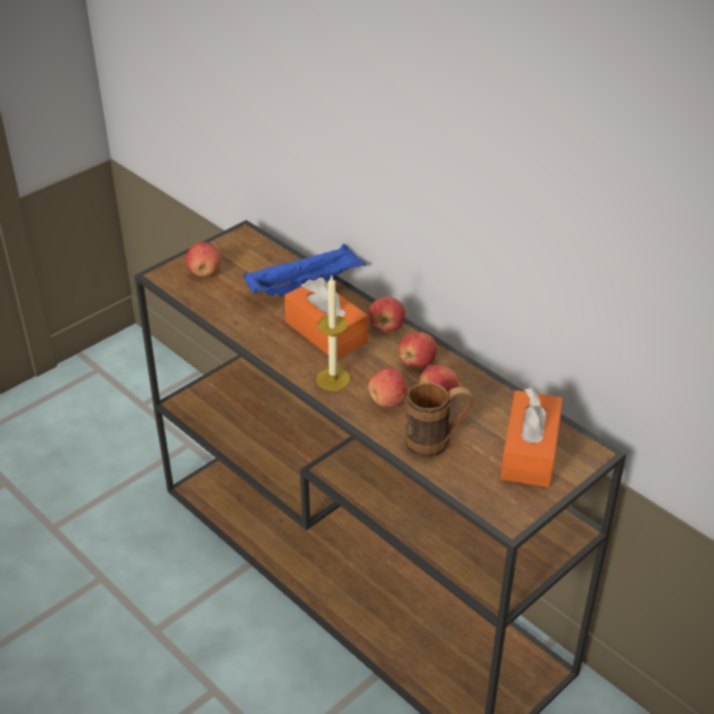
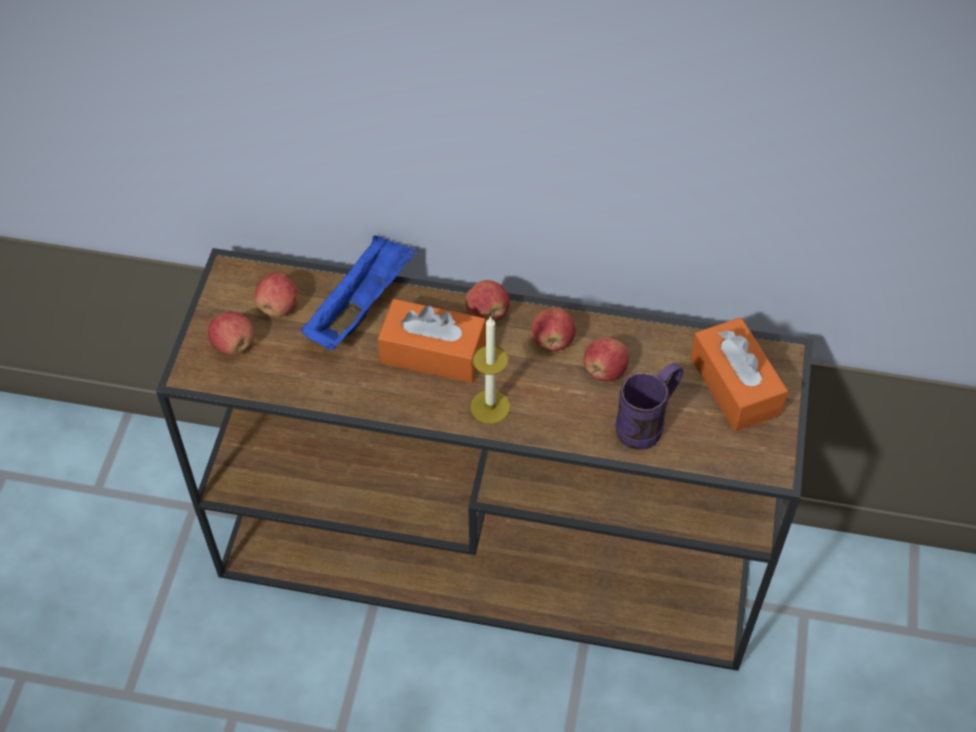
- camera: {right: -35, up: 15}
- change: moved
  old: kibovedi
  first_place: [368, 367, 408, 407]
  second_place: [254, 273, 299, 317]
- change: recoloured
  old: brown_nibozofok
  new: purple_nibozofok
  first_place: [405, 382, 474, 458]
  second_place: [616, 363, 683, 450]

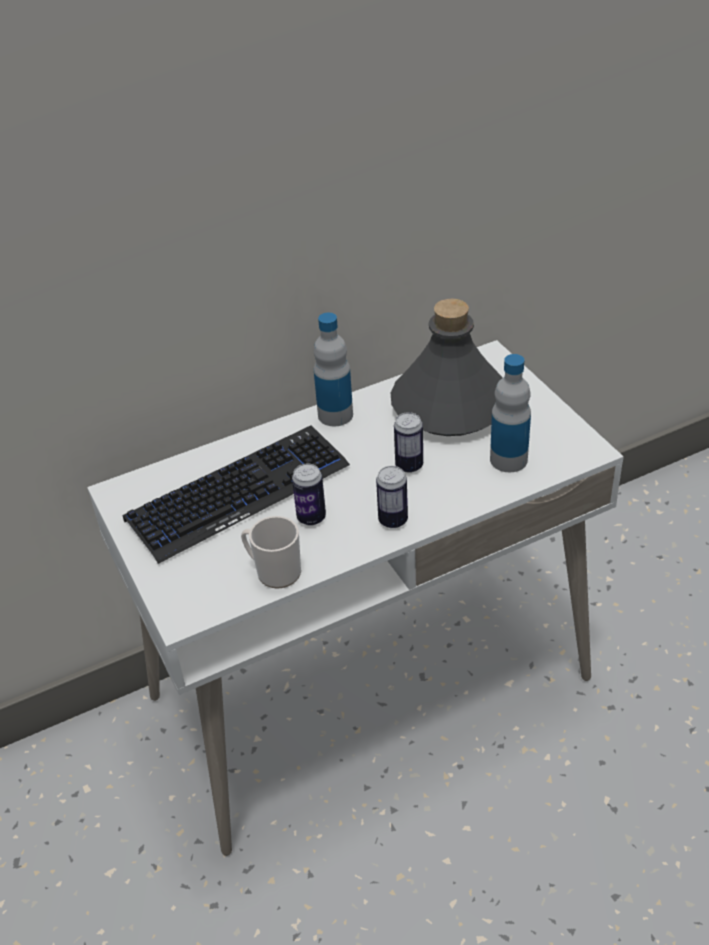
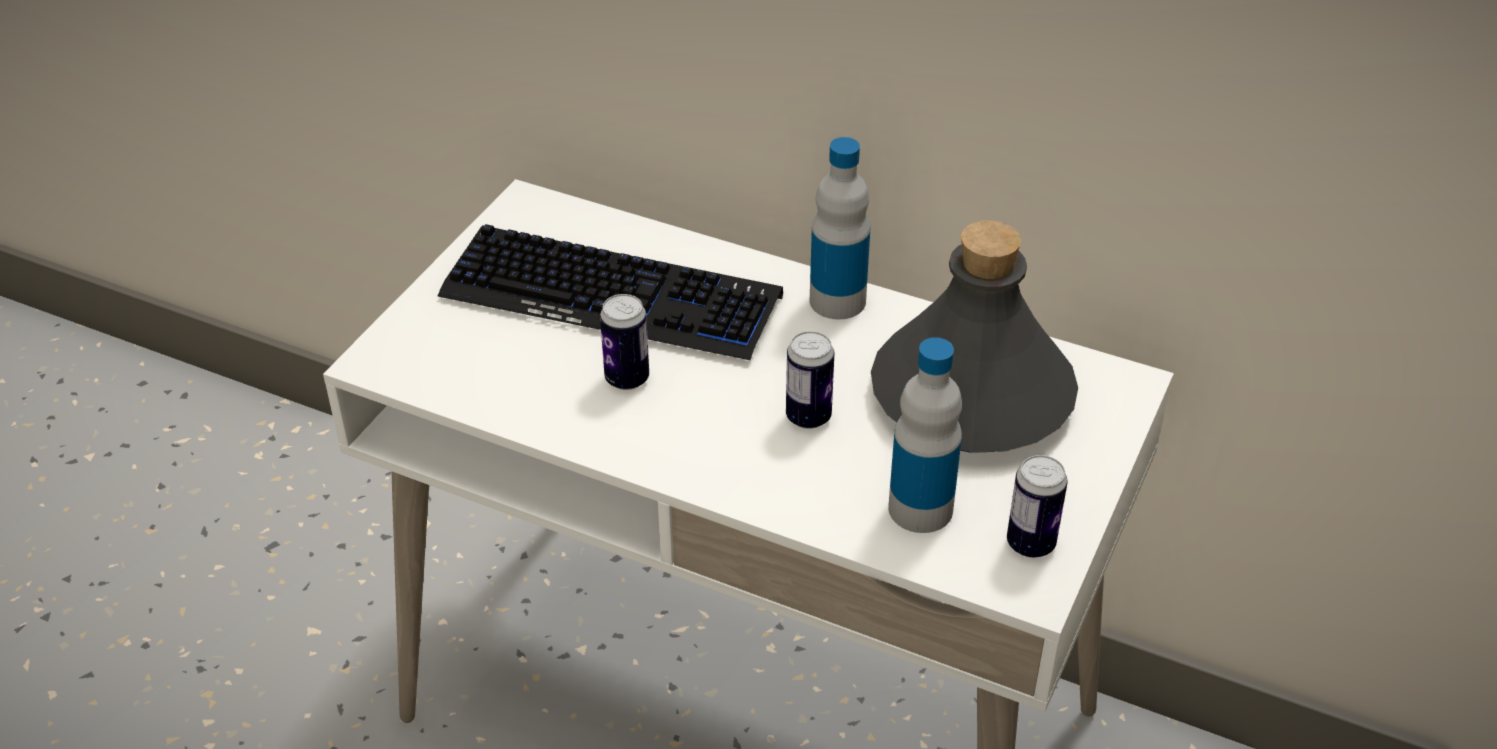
- camera: {right: 50, up: 0}
- change: removed
  old: nibozofok
  first_place: [241, 516, 301, 589]
- change: moved
  old: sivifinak
  first_place: [376, 466, 408, 528]
  second_place: [1007, 455, 1068, 558]

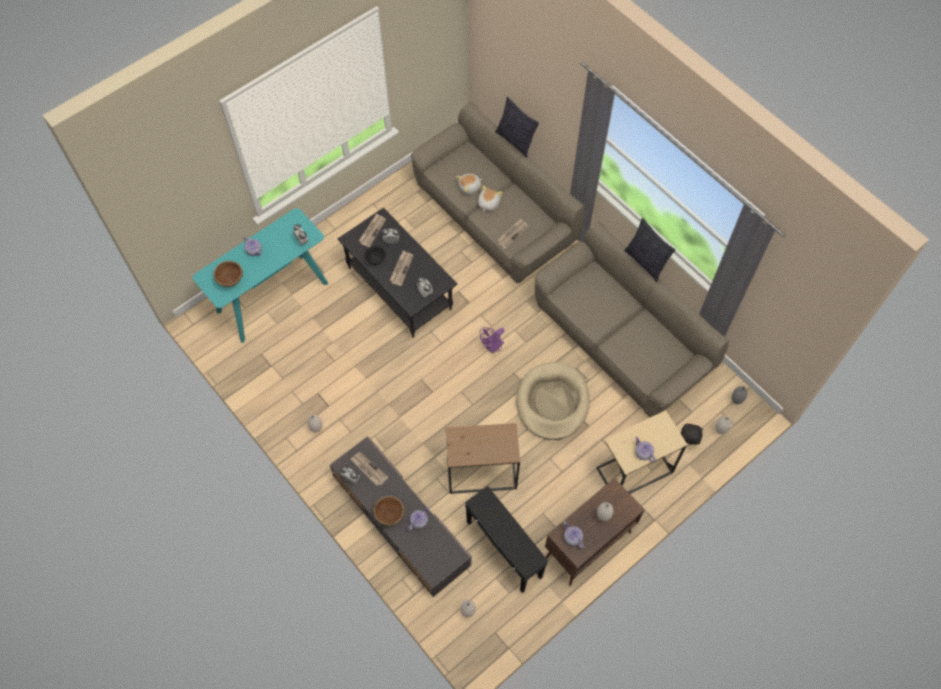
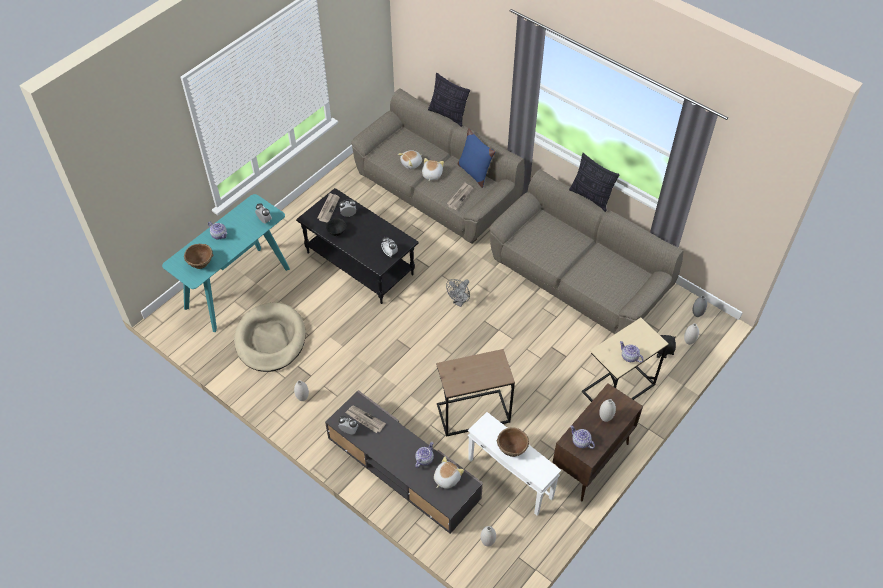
- camera: {right: -10, up: -10}
- change: removed
  old: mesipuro
  first_place: [390, 251, 413, 286]
- change: added
  new: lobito
  second_place: [434, 457, 464, 489]
- change: added
  new: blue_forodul
  second_place: [457, 128, 495, 188]
- change: moved
  old: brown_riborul
  first_place: [373, 496, 405, 526]
  second_place: [497, 427, 529, 457]
- change: moved
  old: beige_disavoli
  first_place: [516, 362, 590, 440]
  second_place: [234, 303, 306, 372]
- change: recoloured
  old: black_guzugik
  new: white_guzugik
  first_place: [465, 486, 549, 593]
  second_place: [468, 412, 561, 516]
- change: recoloured
  old: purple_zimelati
  new: grey_zimelati
  first_place: [480, 327, 505, 354]
  second_place: [446, 279, 470, 307]

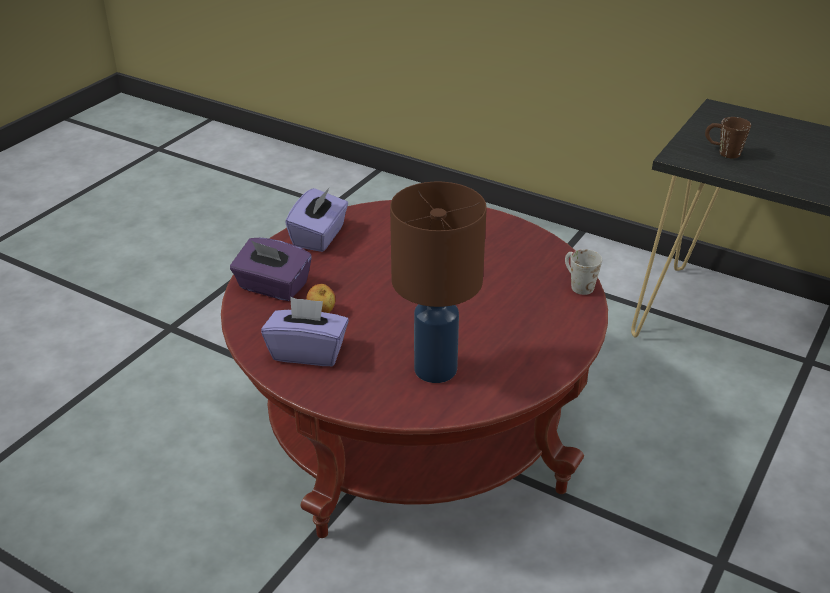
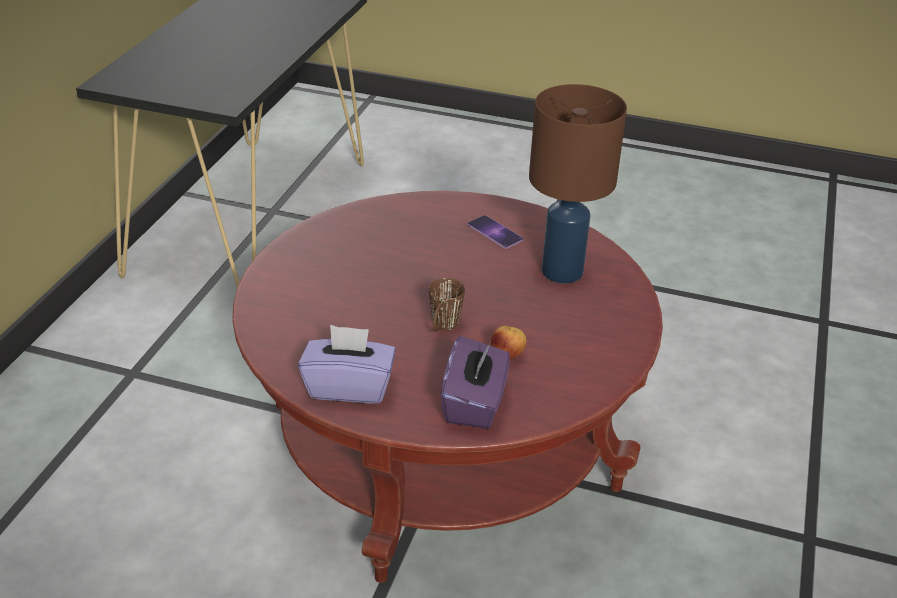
- camera: {right: -105, up: 0}
- change: removed
  old: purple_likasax
  first_place: [261, 297, 349, 366]
- change: removed
  old: white_nibozofok
  first_place: [565, 249, 602, 295]
- change: added
  new: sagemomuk
  second_place: [467, 215, 524, 249]
- change: moved
  old: brown_nibozofok
  first_place: [705, 117, 751, 158]
  second_place: [429, 278, 465, 332]

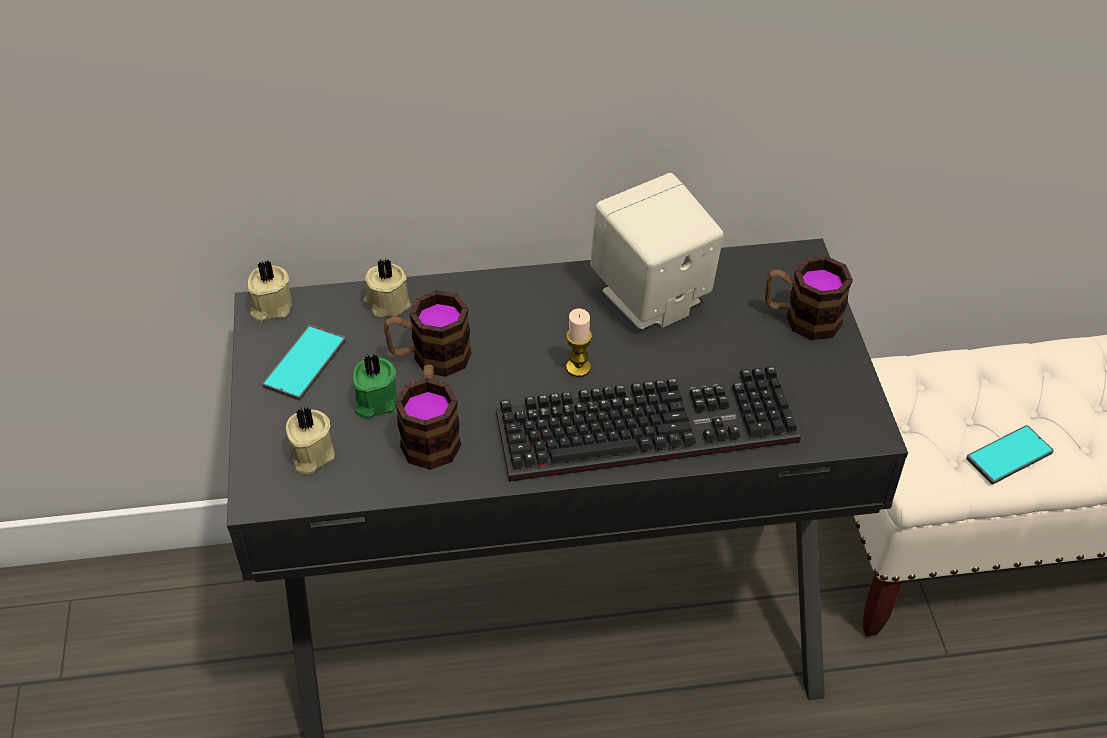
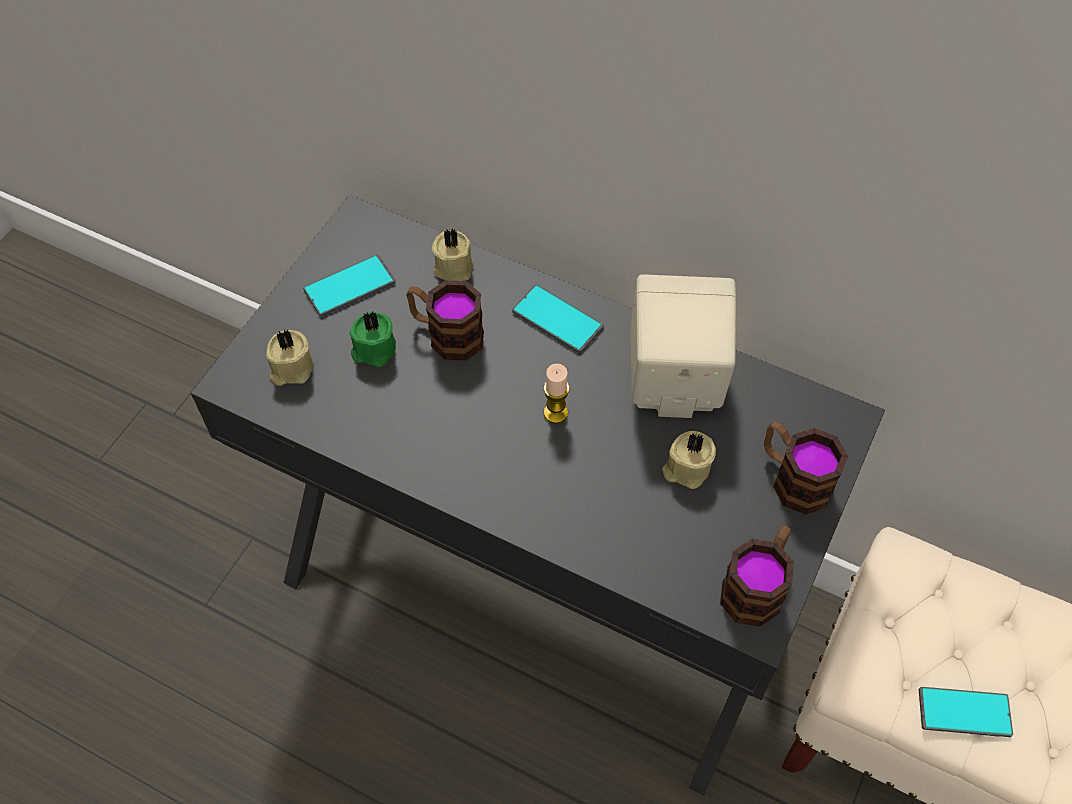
- camera: {right: 35, up: 10}
- change: removed
  old: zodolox
  first_place: [496, 366, 801, 482]
- change: added
  new: sagemomuk
  second_place: [512, 284, 604, 354]
- change: moved
  old: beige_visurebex
  first_place: [247, 260, 292, 322]
  second_place: [662, 431, 716, 489]
- change: moved
  old: nibozofok
  first_place: [395, 365, 461, 470]
  second_place: [720, 525, 794, 627]

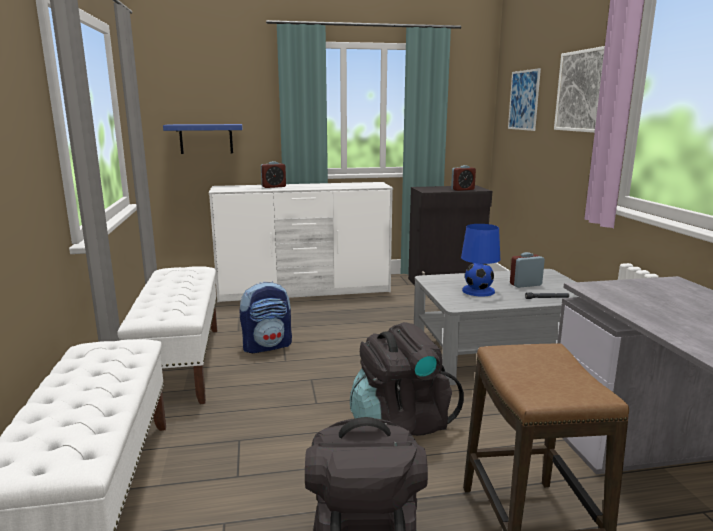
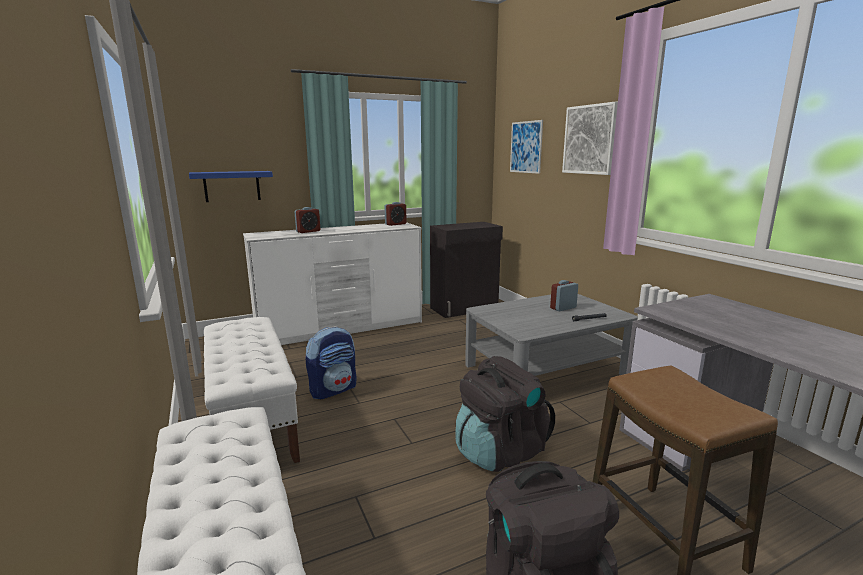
- camera: {right: -15, up: 0}
- change: removed
  old: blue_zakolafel
  first_place: [461, 224, 500, 296]
- change: moved
  old: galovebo
  first_place: [451, 165, 476, 191]
  second_place: [385, 202, 407, 226]

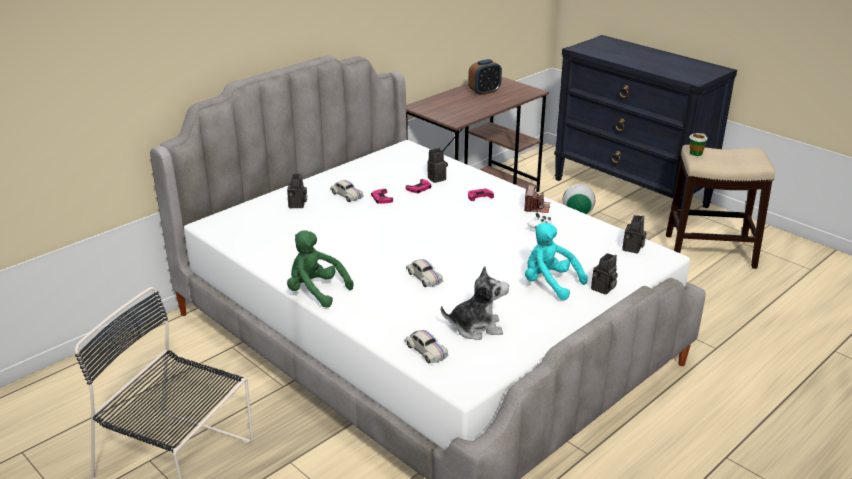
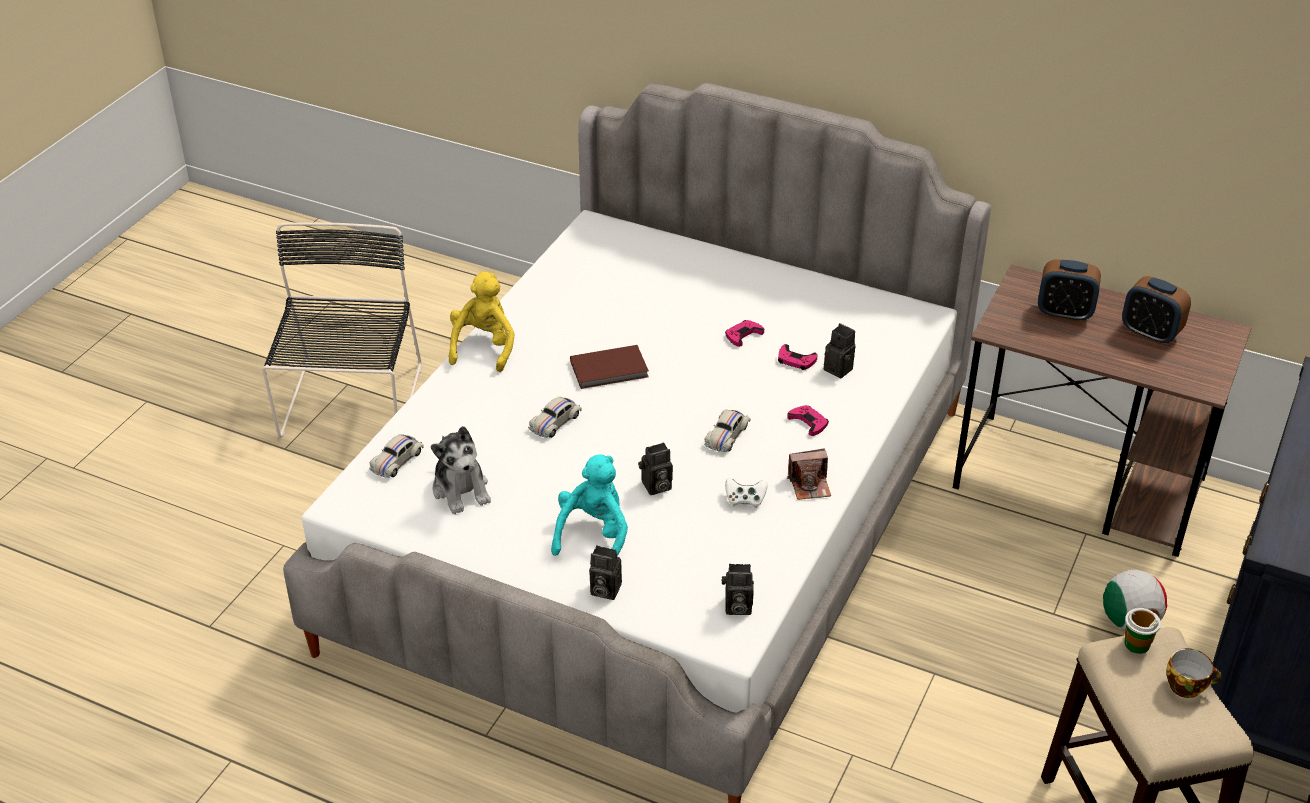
- camera: {right: 70, up: 10}
- change: added
  new: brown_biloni
  second_place: [570, 345, 649, 389]
- change: added
  new: galovebo
  second_place: [1038, 259, 1101, 322]
- change: added
  new: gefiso
  second_place: [1166, 648, 1222, 698]
- change: moved
  old: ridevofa
  first_place: [287, 173, 307, 208]
  second_place: [638, 442, 673, 495]
- change: moved
  old: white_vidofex
  first_place: [330, 180, 364, 202]
  second_place: [704, 410, 751, 452]
- change: recoloured
  old: green_lobito
  new: yellow_lobito
  first_place: [287, 230, 353, 307]
  second_place: [449, 272, 515, 372]

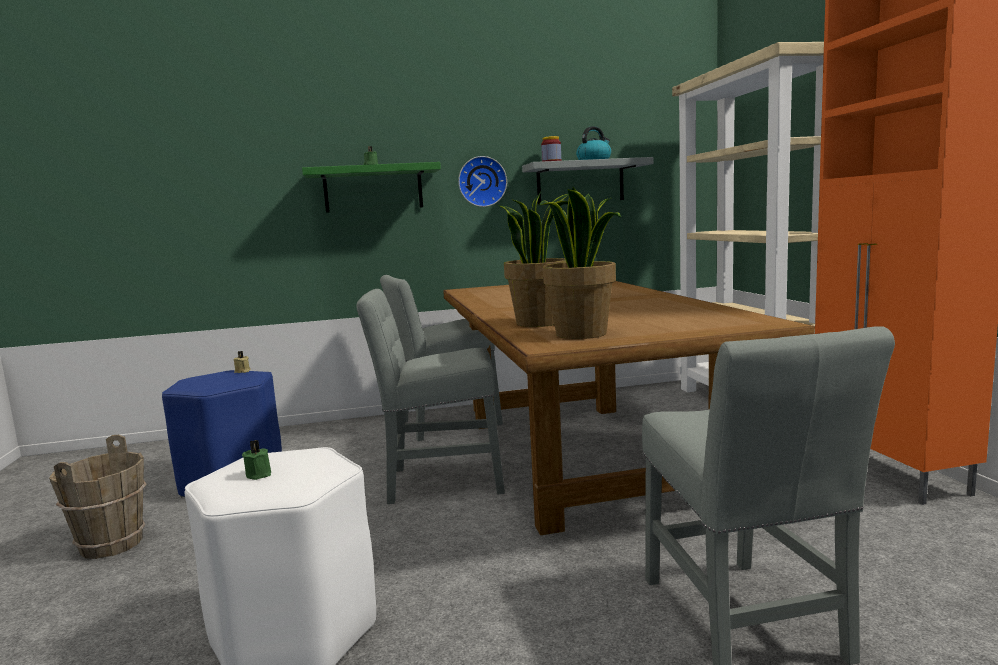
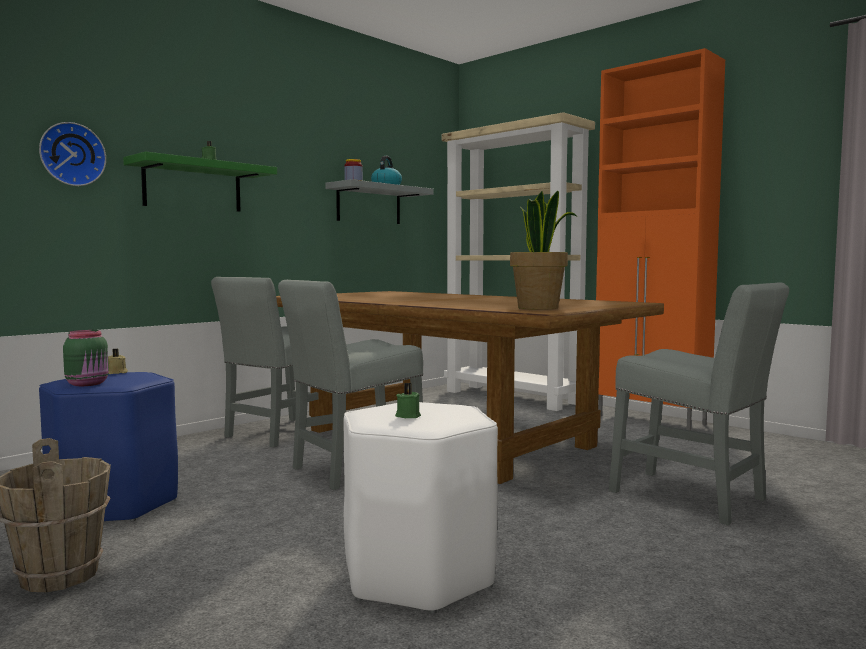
- camera: {right: -35, up: -5}
- change: removed
  old: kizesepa
  first_place: [497, 192, 569, 327]
- change: added
  new: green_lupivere
  second_place: [63, 330, 109, 386]
- change: moved
  old: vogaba
  first_place: [458, 156, 507, 207]
  second_place: [39, 122, 106, 186]

